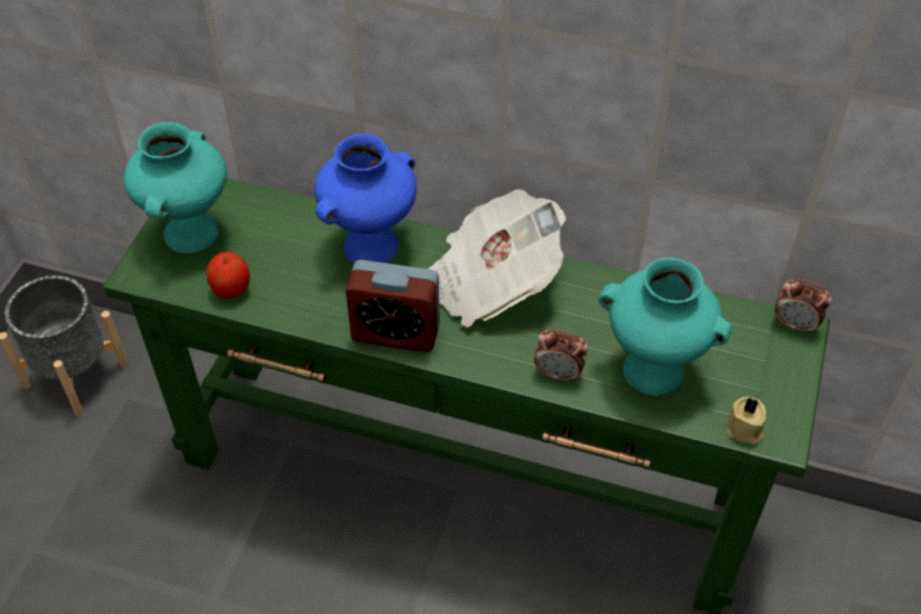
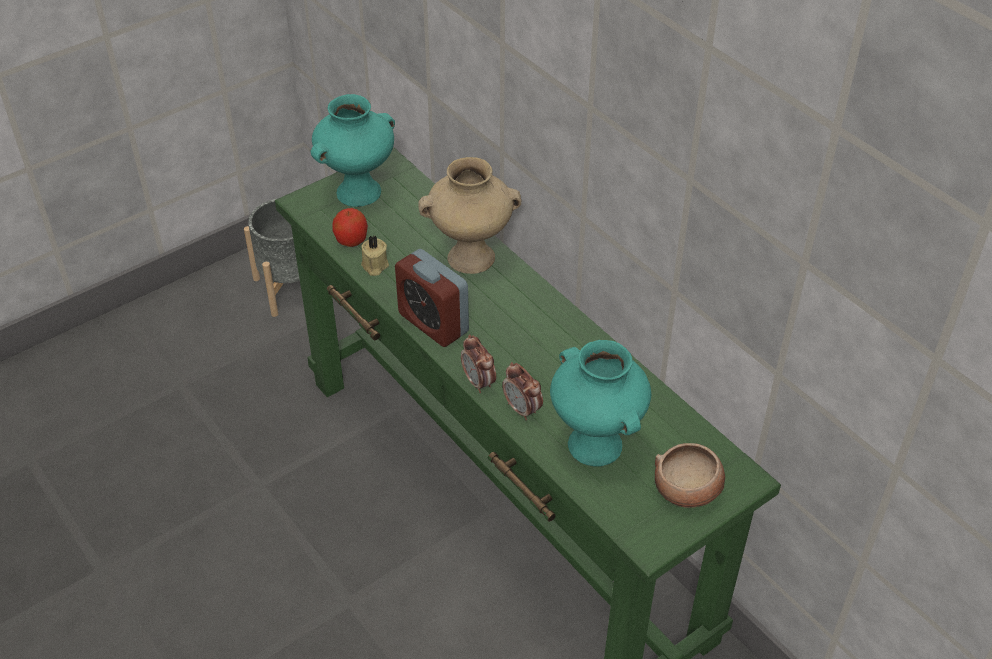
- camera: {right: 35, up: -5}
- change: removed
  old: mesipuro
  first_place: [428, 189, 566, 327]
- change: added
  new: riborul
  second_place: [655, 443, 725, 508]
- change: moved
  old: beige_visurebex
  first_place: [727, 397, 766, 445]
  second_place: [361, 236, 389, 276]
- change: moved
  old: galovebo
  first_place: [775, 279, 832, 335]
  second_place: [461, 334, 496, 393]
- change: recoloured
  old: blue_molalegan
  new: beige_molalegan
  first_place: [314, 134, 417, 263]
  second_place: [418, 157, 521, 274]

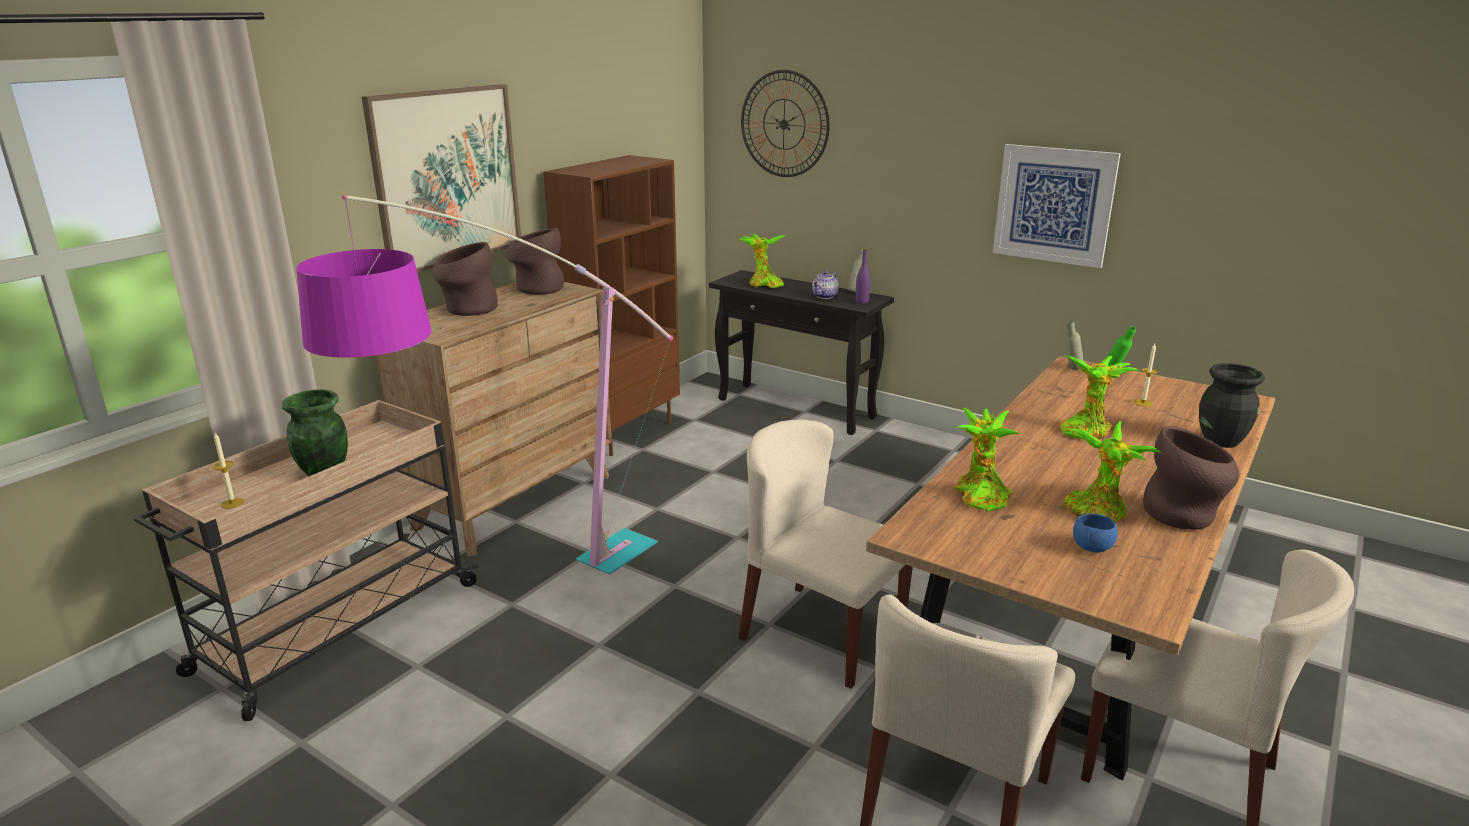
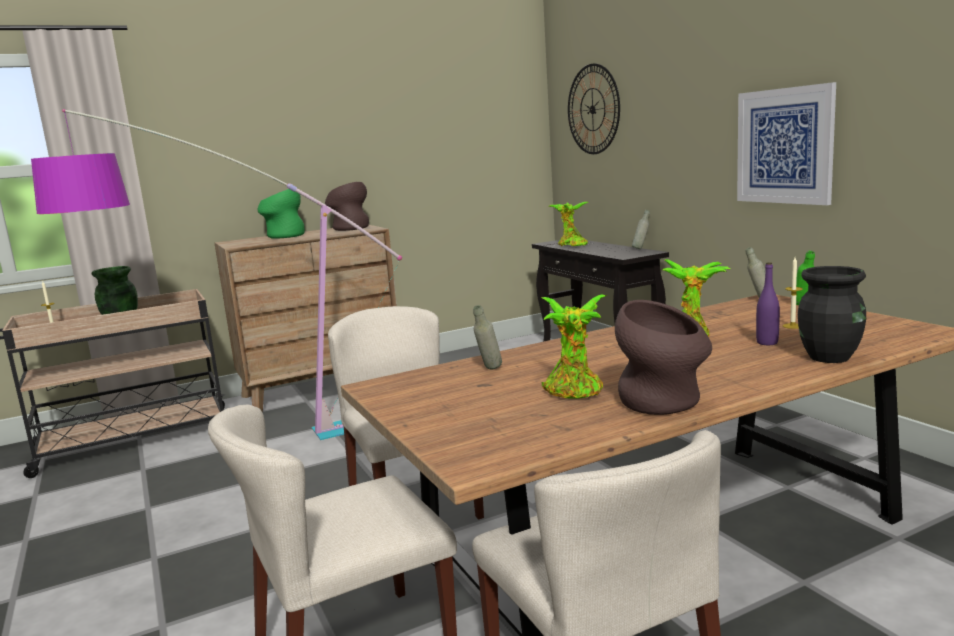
- camera: {right: 30, up: -10}
- change: removed
  old: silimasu
  first_place: [362, 84, 521, 272]
- change: removed
  old: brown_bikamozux
  first_place: [543, 155, 680, 456]
- change: removed
  old: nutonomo
  first_place: [812, 271, 839, 299]
- change: removed
  old: blue_riborul
  first_place: [1073, 513, 1118, 553]
- change: moved
  old: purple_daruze
  first_place: [856, 250, 870, 304]
  second_place: [756, 262, 780, 345]
- change: replaced
  old: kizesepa
  new: grey_daruze
  first_place: [955, 407, 1020, 511]
  second_place: [473, 305, 502, 370]
- change: recoloured
  old: brown_molalegan
  new: green_molalegan
  first_place: [433, 242, 498, 316]
  second_place: [258, 189, 305, 239]

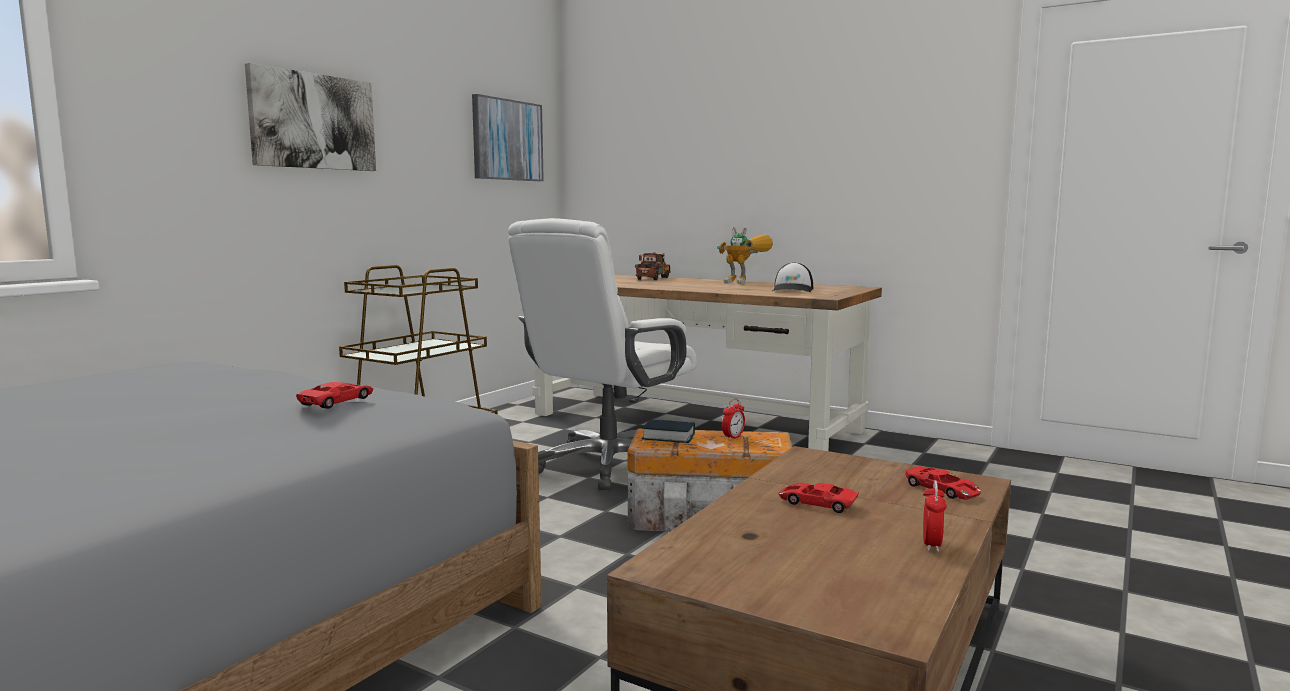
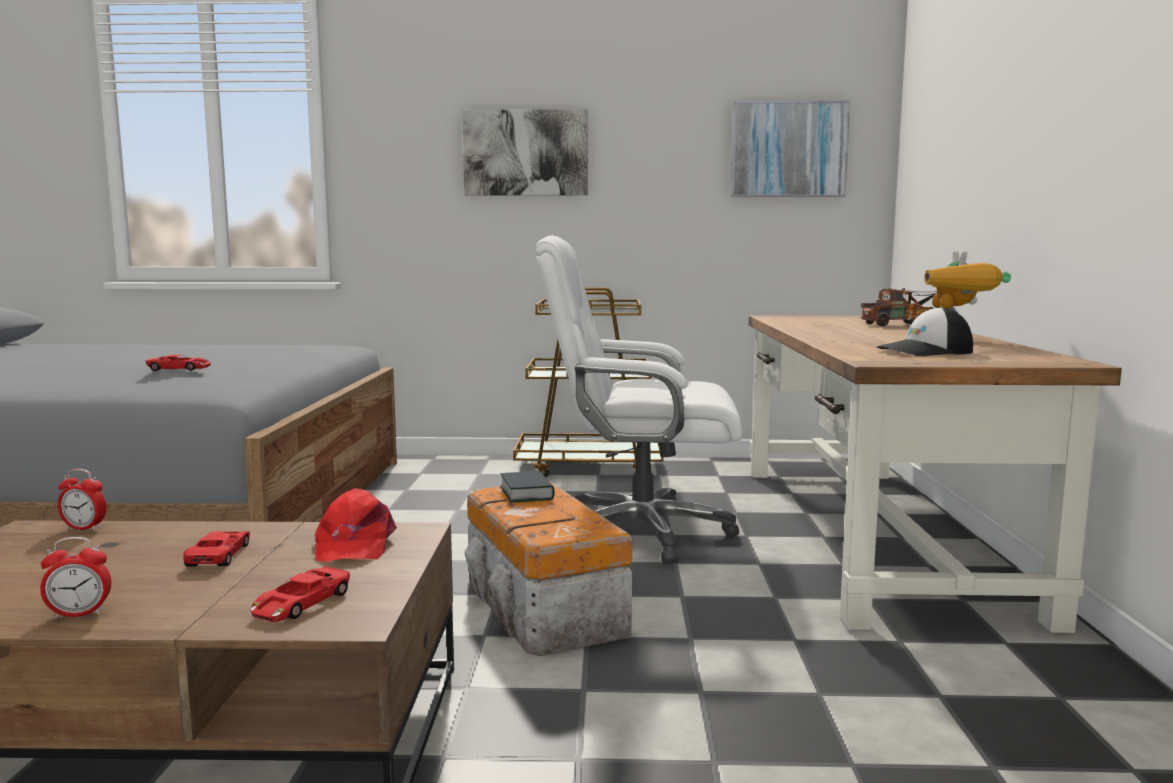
- camera: {right: 60, up: 0}
- change: added
  new: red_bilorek
  second_place: [314, 488, 397, 562]
- change: moved
  old: galovebo
  first_place: [722, 399, 745, 440]
  second_place: [58, 469, 107, 531]

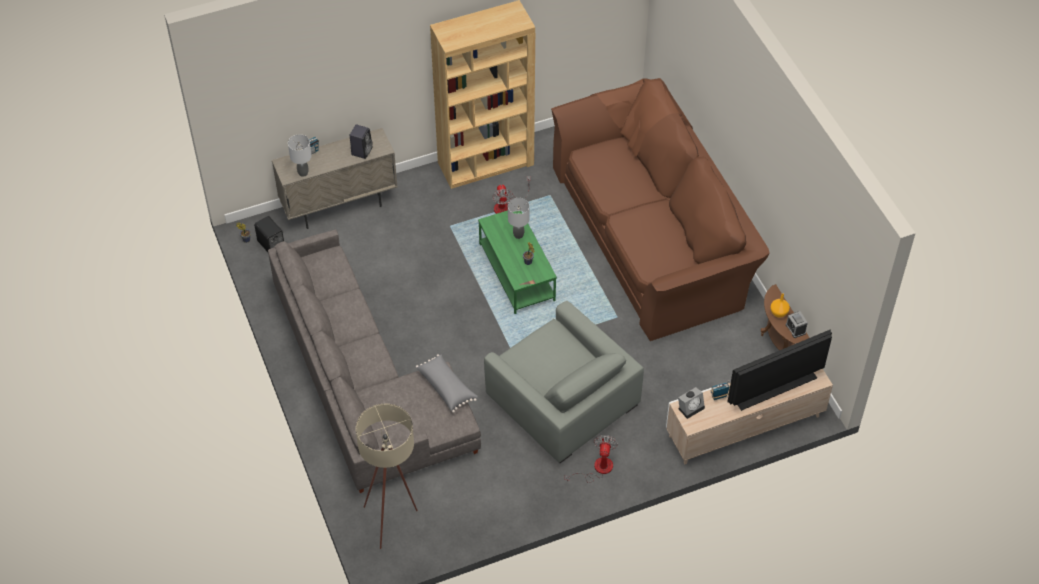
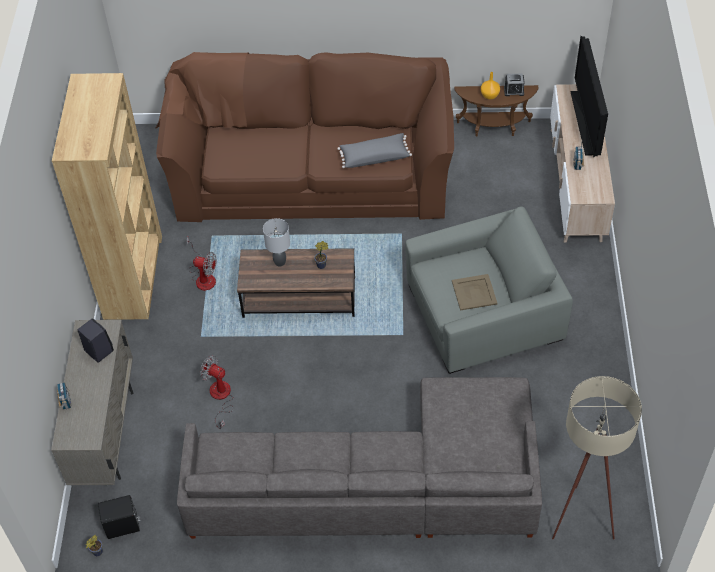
- camera: {right: -65, up: 0}
- change: removed
  old: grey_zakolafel
  first_place: [288, 134, 312, 177]
- change: removed
  old: galovebo
  first_place: [678, 387, 705, 419]
- change: added
  new: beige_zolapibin
  second_place: [452, 274, 498, 311]
- change: moved
  old: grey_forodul
  first_place: [416, 354, 478, 413]
  second_place: [337, 133, 412, 168]
- change: moved
  old: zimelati
  first_place: [564, 435, 618, 483]
  second_place: [200, 356, 234, 429]
- change: recoloured
  old: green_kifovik
  new: brown_kifovik
  first_place: [478, 210, 557, 314]
  second_place: [237, 248, 355, 318]

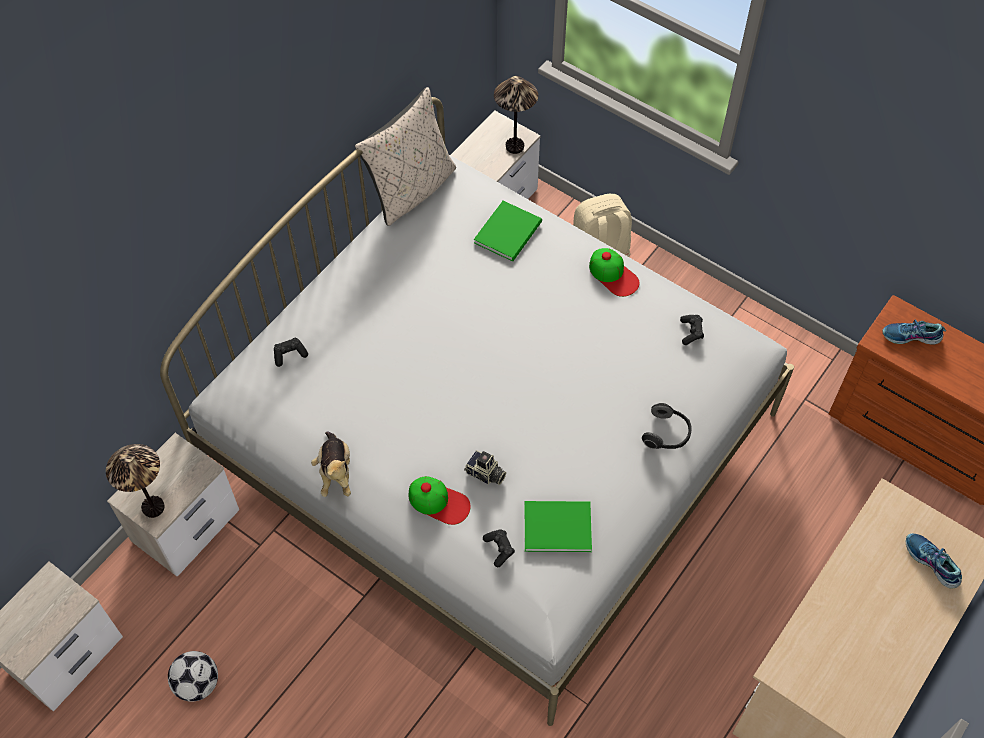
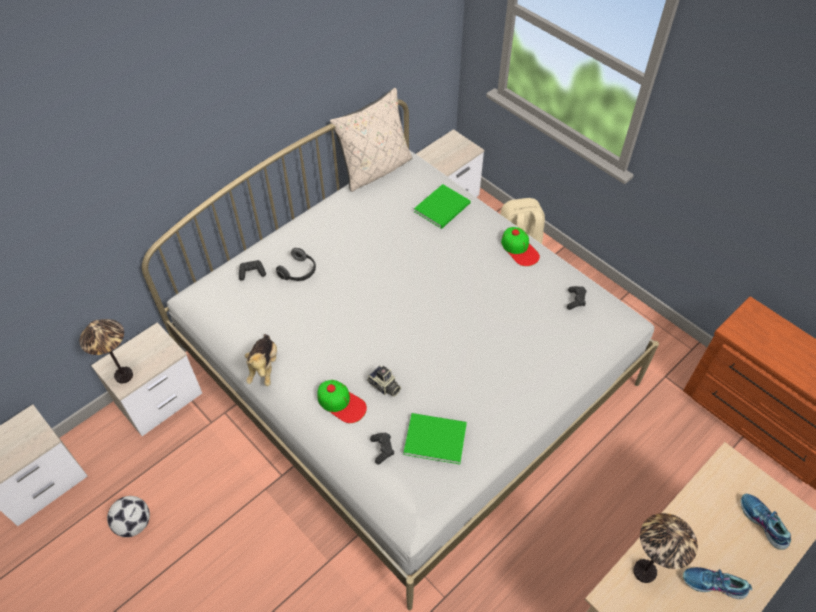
- camera: {right: 10, up: -5}
- change: moved
  old: zakolafel
  first_place: [494, 76, 538, 154]
  second_place: [633, 513, 698, 583]
- change: moved
  old: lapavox
  first_place: [642, 403, 692, 449]
  second_place: [276, 248, 316, 281]
- change: moved
  old: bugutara
  first_place: [882, 319, 946, 345]
  second_place: [683, 567, 753, 599]

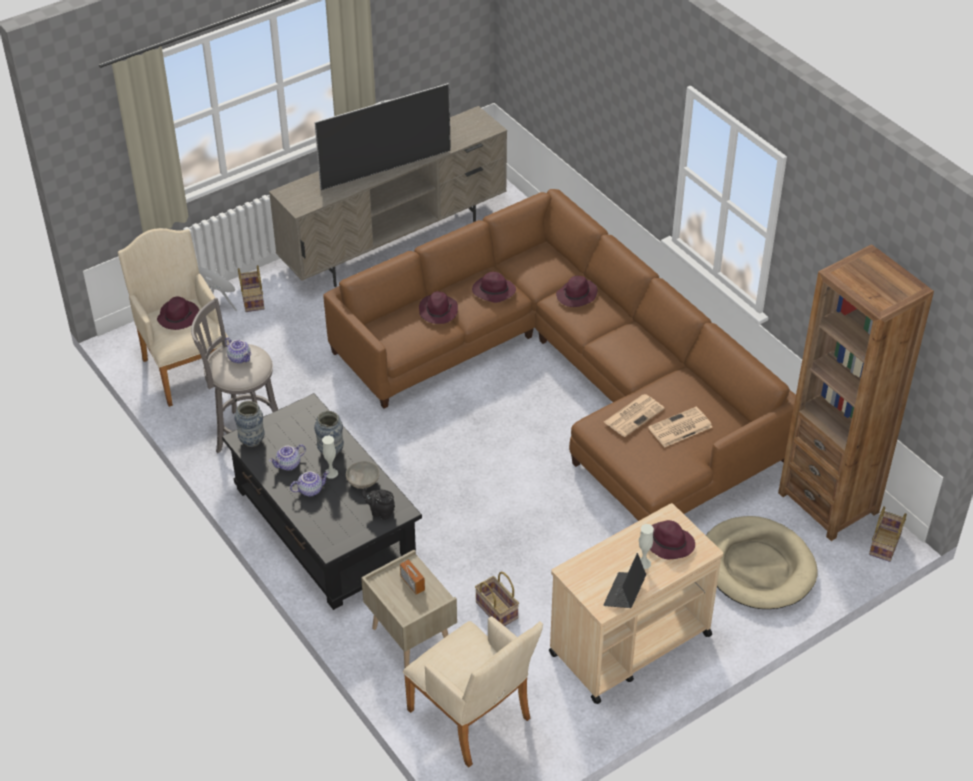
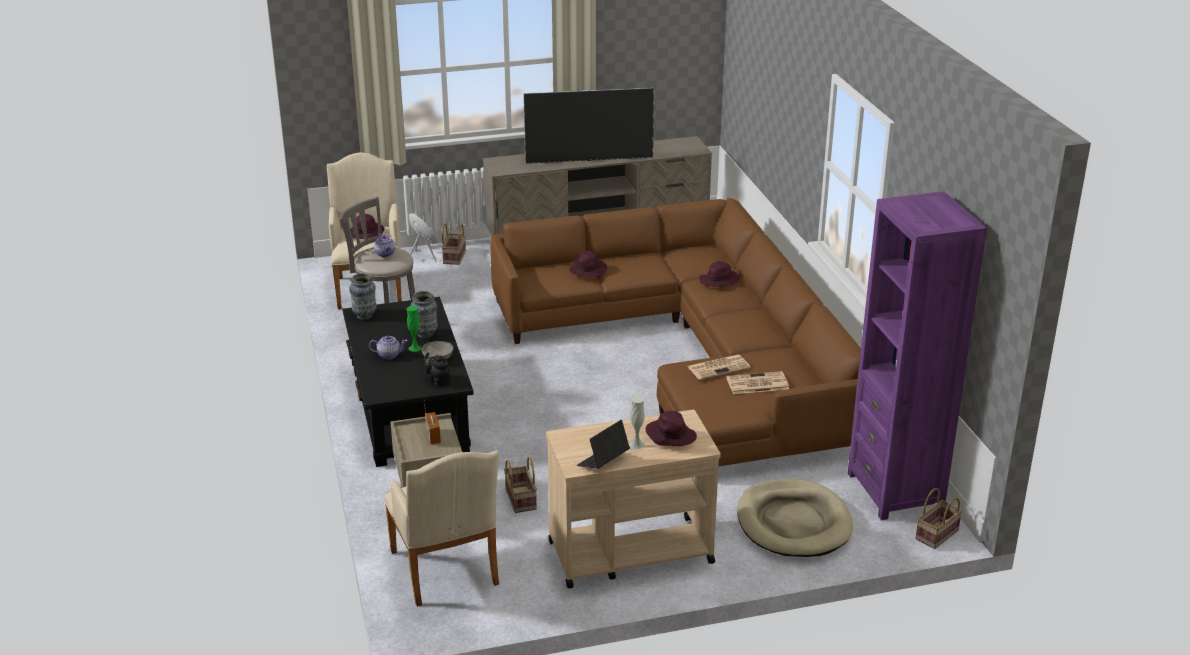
- camera: {right: 20, up: -15}
- change: removed
  old: nutonomo
  first_place: [269, 444, 306, 471]
- change: removed
  old: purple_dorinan
  first_place: [472, 272, 516, 303]
- change: recoloured
  old: white_molalegan
  new: green_molalegan
  first_place: [322, 436, 338, 478]
  second_place: [407, 306, 422, 352]
- change: recoloured
  old: brown_bikamozux
  new: purple_bikamozux
  first_place: [778, 244, 934, 541]
  second_place: [848, 191, 987, 520]

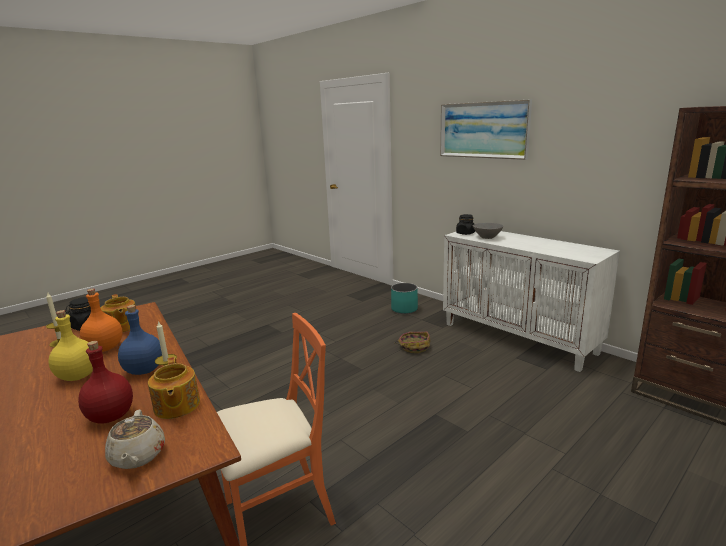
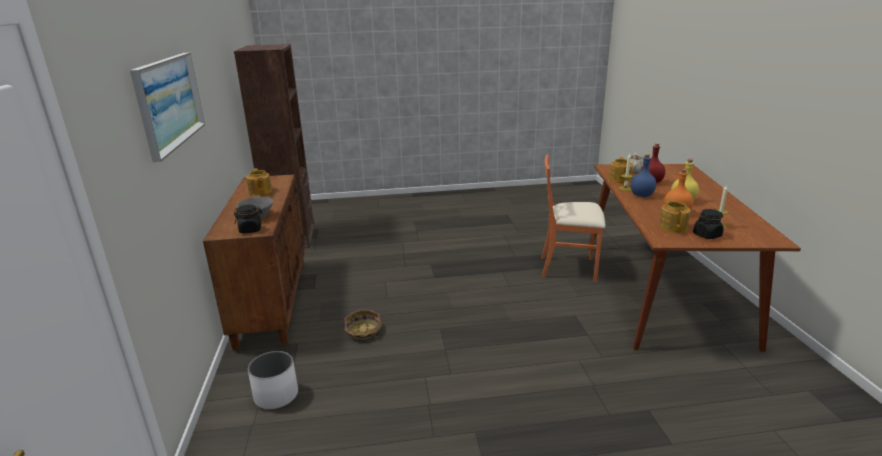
- camera: {right: -145, up: 5}
- change: added
  new: nutonomo
  second_place: [246, 168, 272, 195]
- change: recoloured
  old: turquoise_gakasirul
  new: white_gakasirul
  first_place: [391, 283, 418, 314]
  second_place: [248, 351, 298, 410]
- change: recoloured
  old: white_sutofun
  new: brown_sutofun
  first_place: [443, 231, 620, 372]
  second_place: [203, 174, 305, 350]

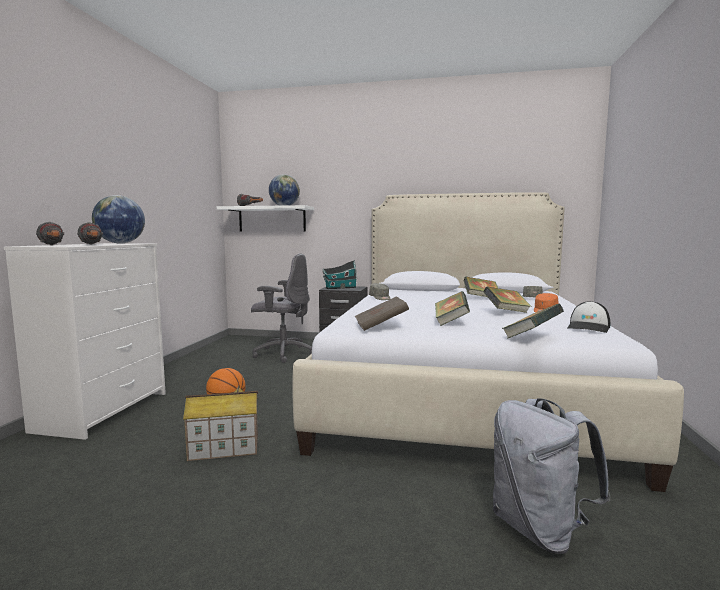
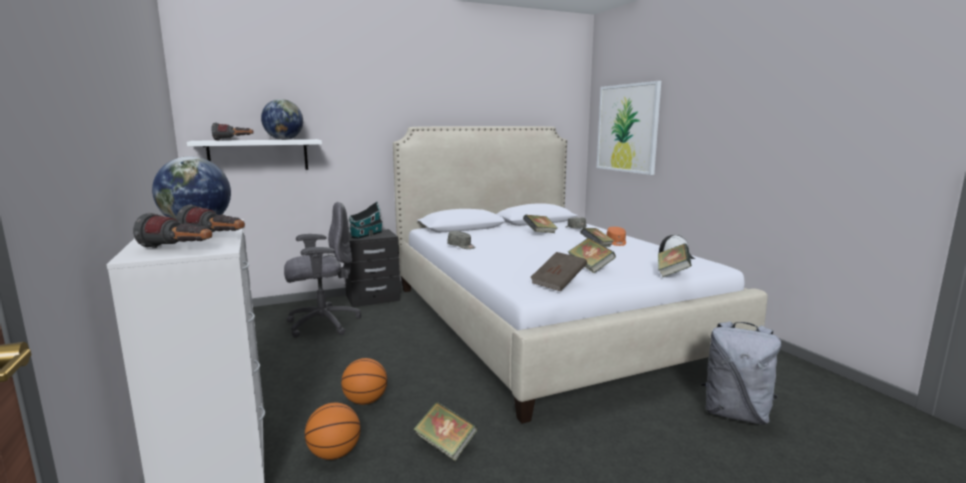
- camera: {right: -35, up: 5}
- change: added
  new: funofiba
  second_place: [305, 403, 360, 460]
- change: added
  new: silimasu
  second_place: [597, 81, 661, 175]
- change: replaced
  old: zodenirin
  new: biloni
  first_place: [183, 386, 258, 461]
  second_place: [413, 401, 478, 461]

